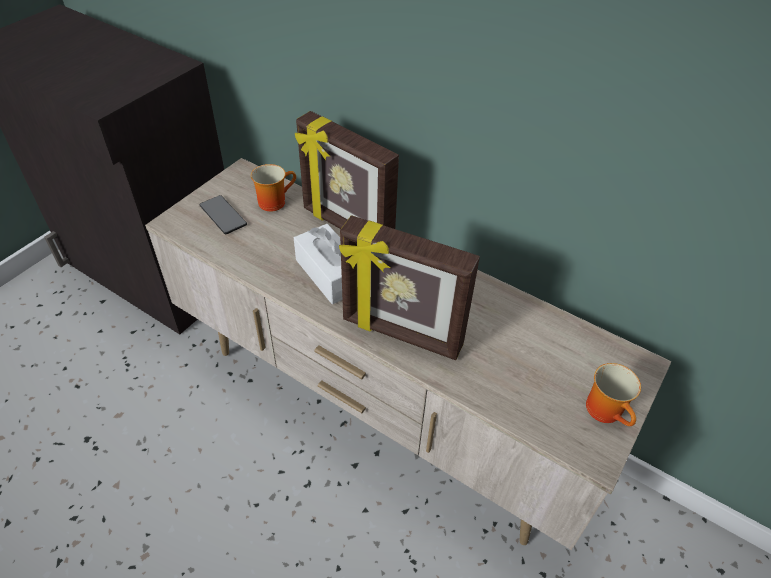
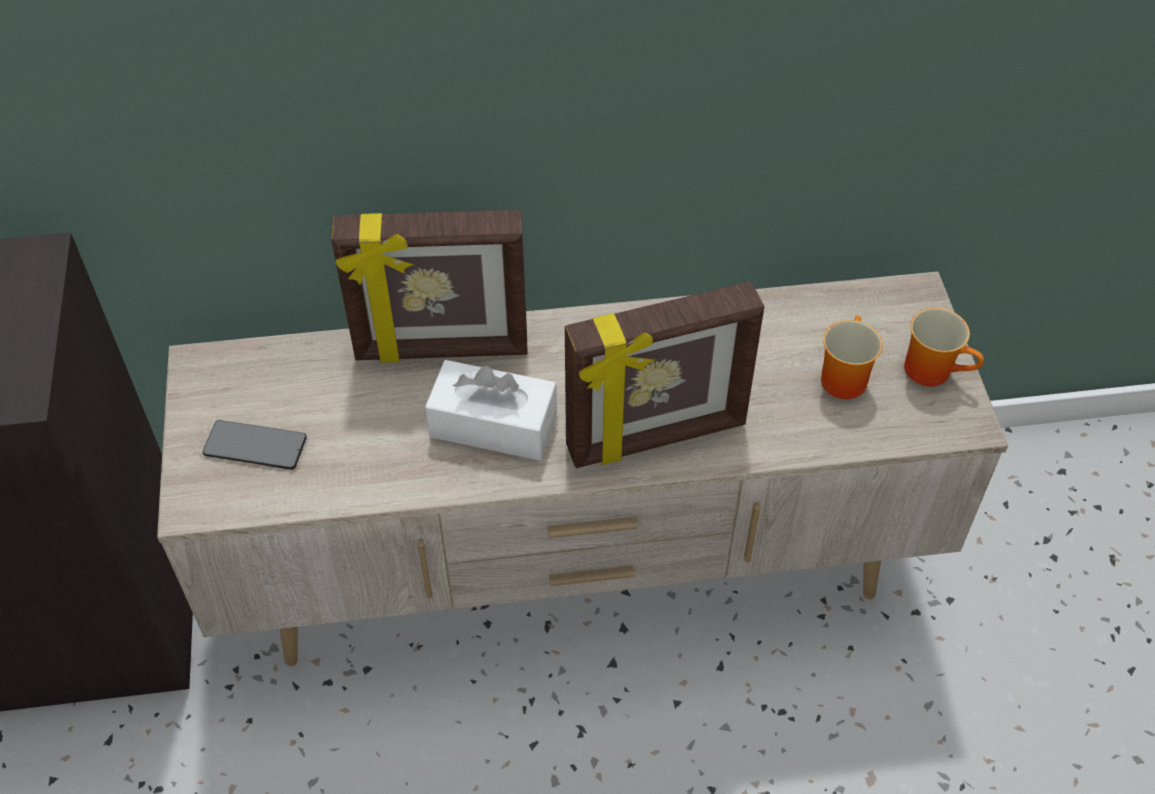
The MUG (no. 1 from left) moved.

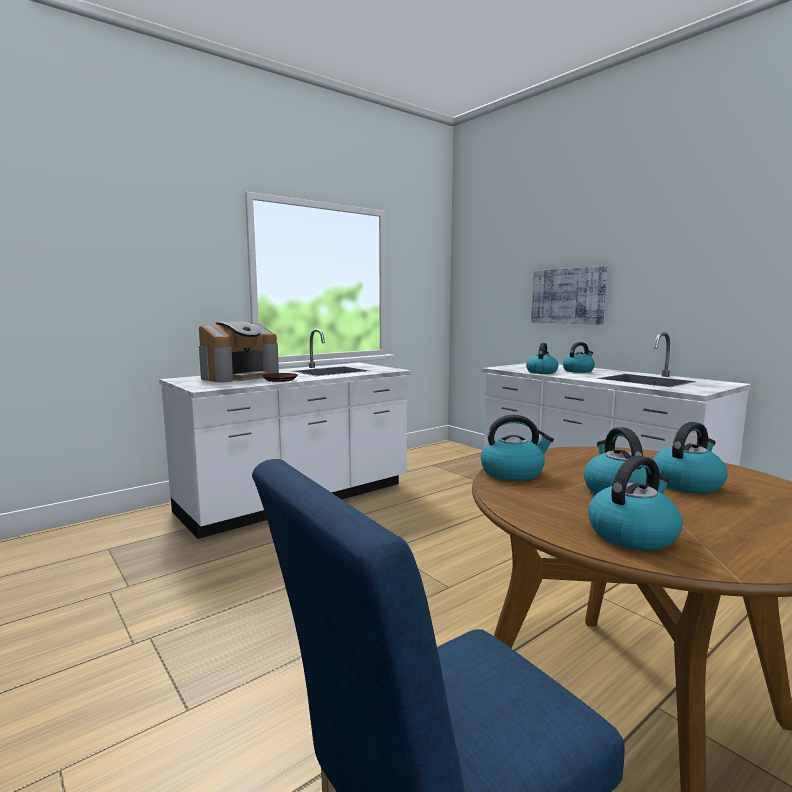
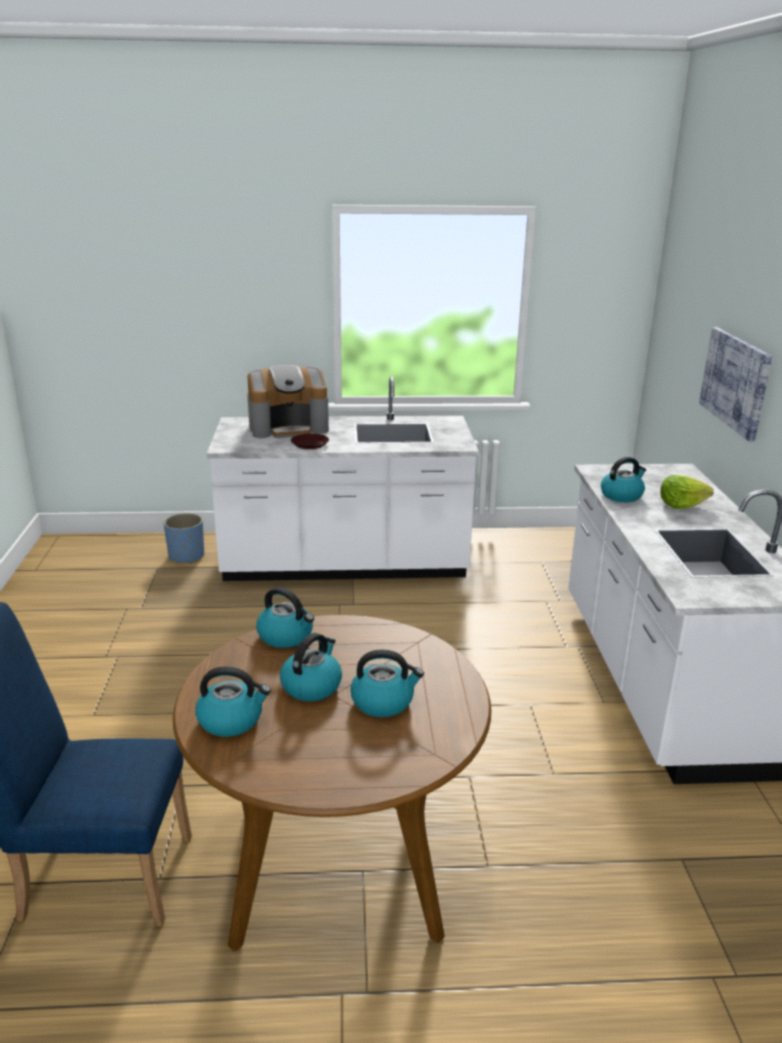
The KETTLE (no. 3 from left) was replaced by the LETTUCE.
The BLUE PLANTER appeared.

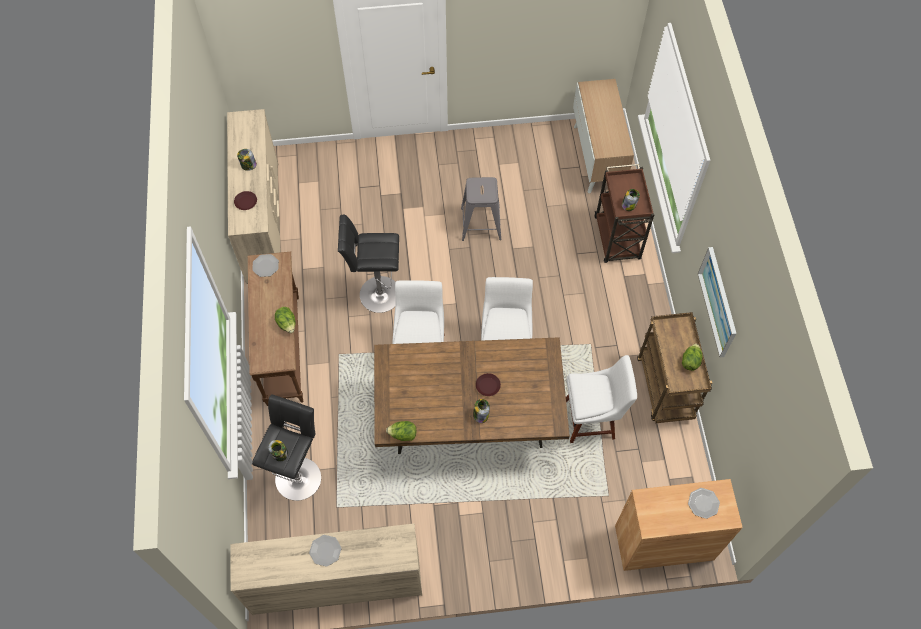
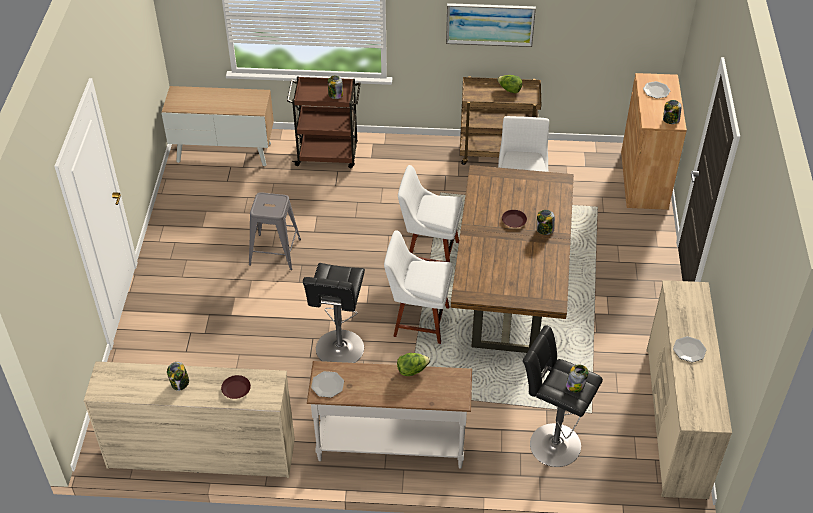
The BROWN CONSOLE TABLE became the WHITE CONSOLE TABLE.
The LETTUCE (no. 2 from left) disappeared.
The JAR (no. 5 from left) appeared.

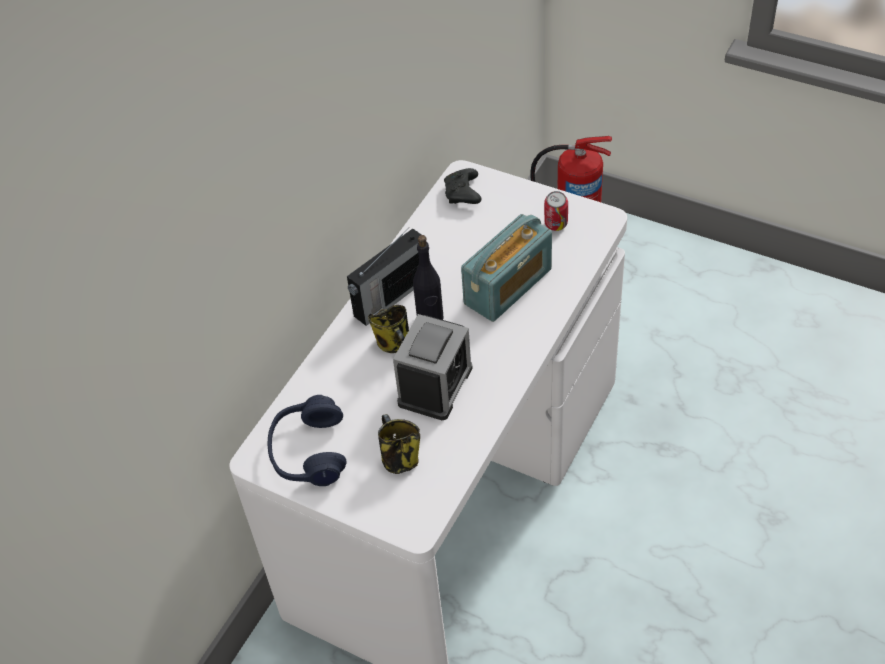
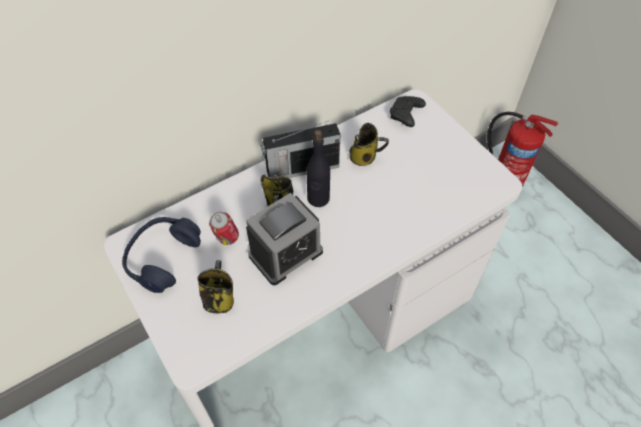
The CAN moved.
The RADIO (no. 2 from left) disappeared.
The MUG (no. 3 from left) appeared.

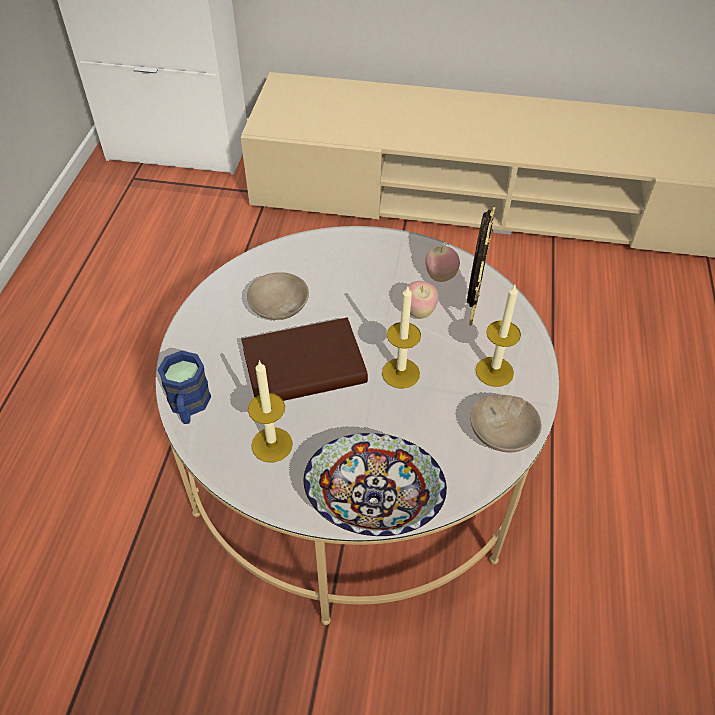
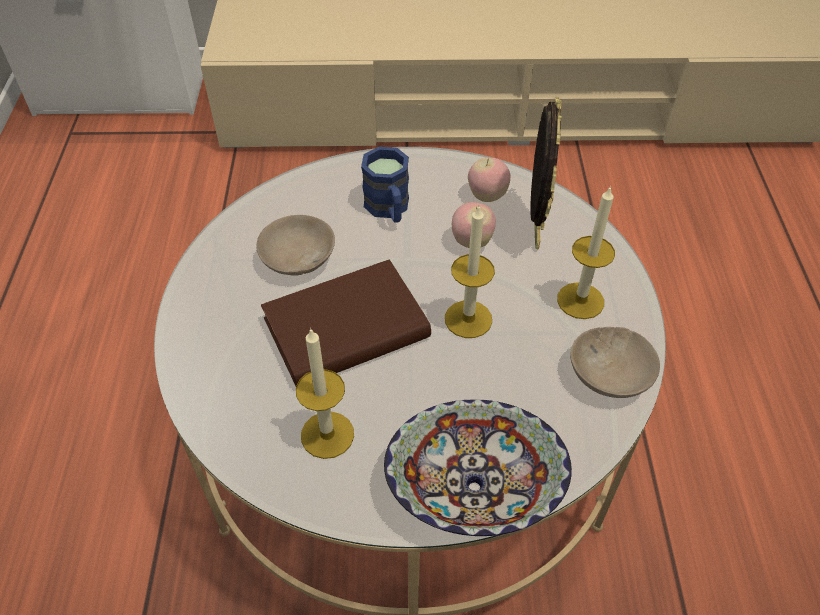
The BLUE MUG moved.

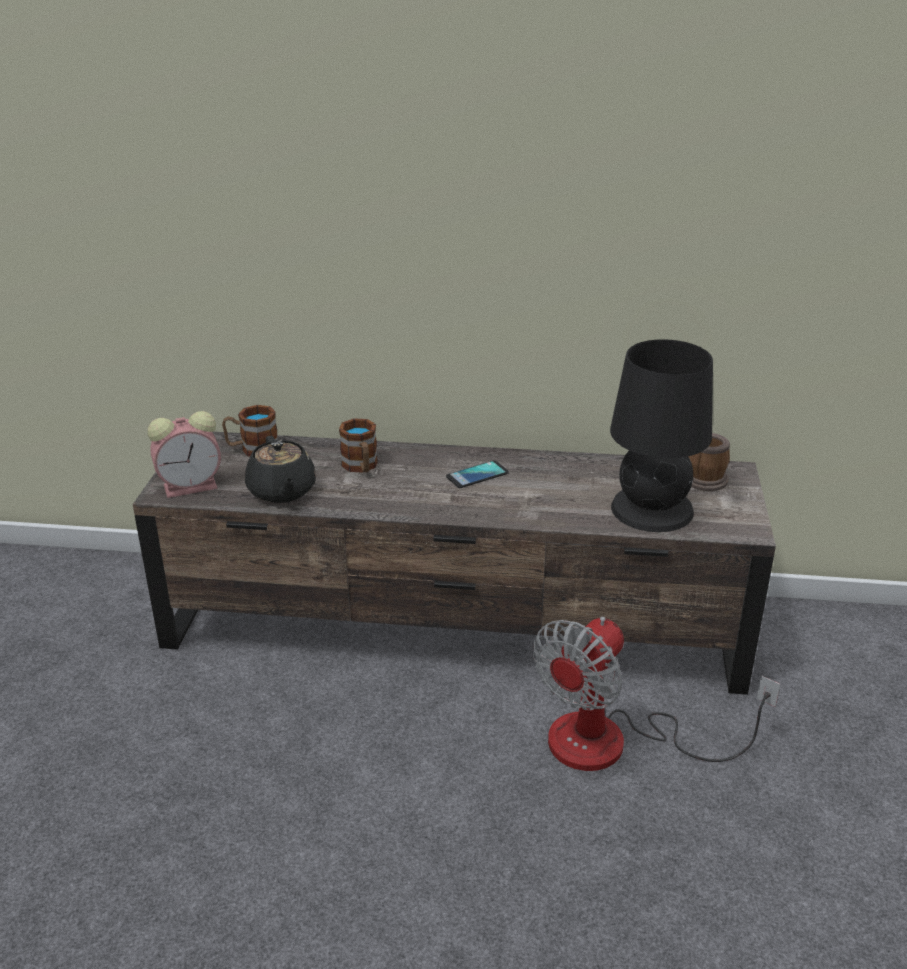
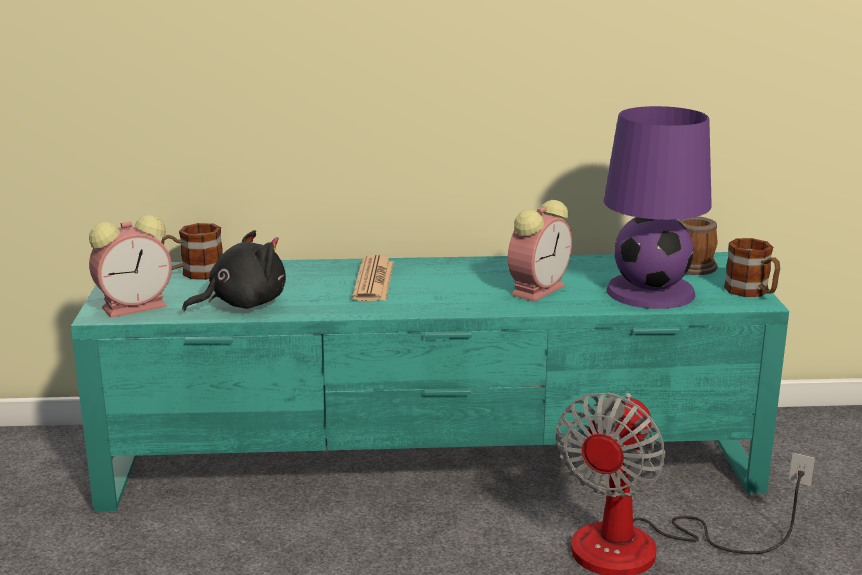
The BLACK TABLE LAMP became the PURPLE TABLE LAMP.
The MUG (no. 2 from left in the first image) moved.
The BROWN TV STAND became the TURQUOISE TV STAND.
The BLACK TEAPOT was replaced by the BLACK PLUSH TOY.
The PHONE disappeared.
The ALARM CLOCK (no. 2 from left) appeared.
The NEWSPAPER appeared.

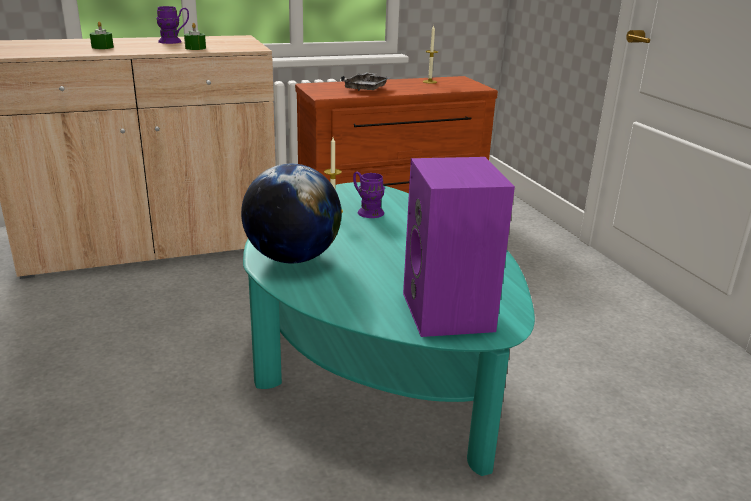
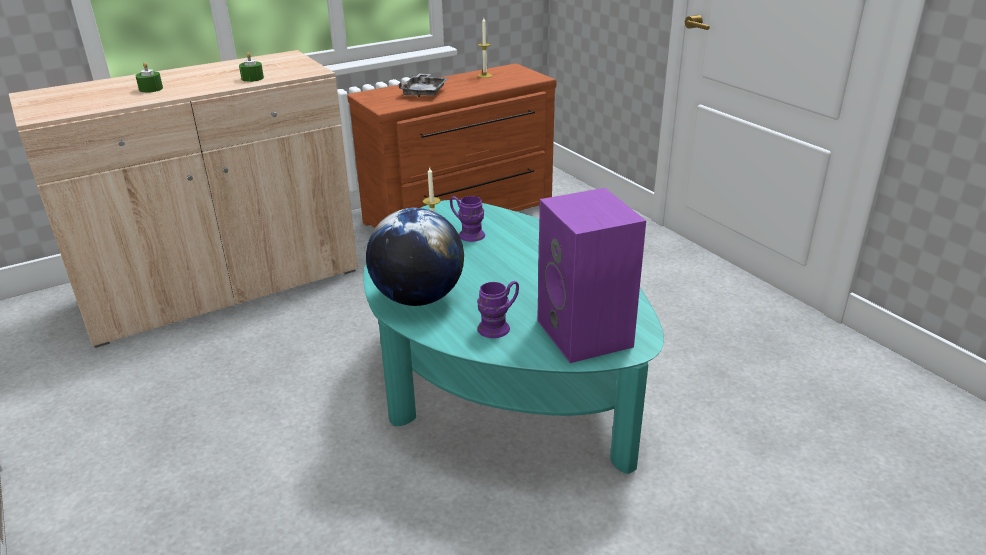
The PURPLE MUG (no. 1 from left in the first image) moved.

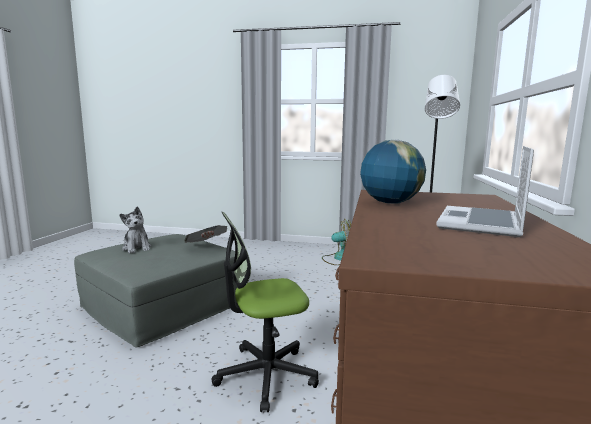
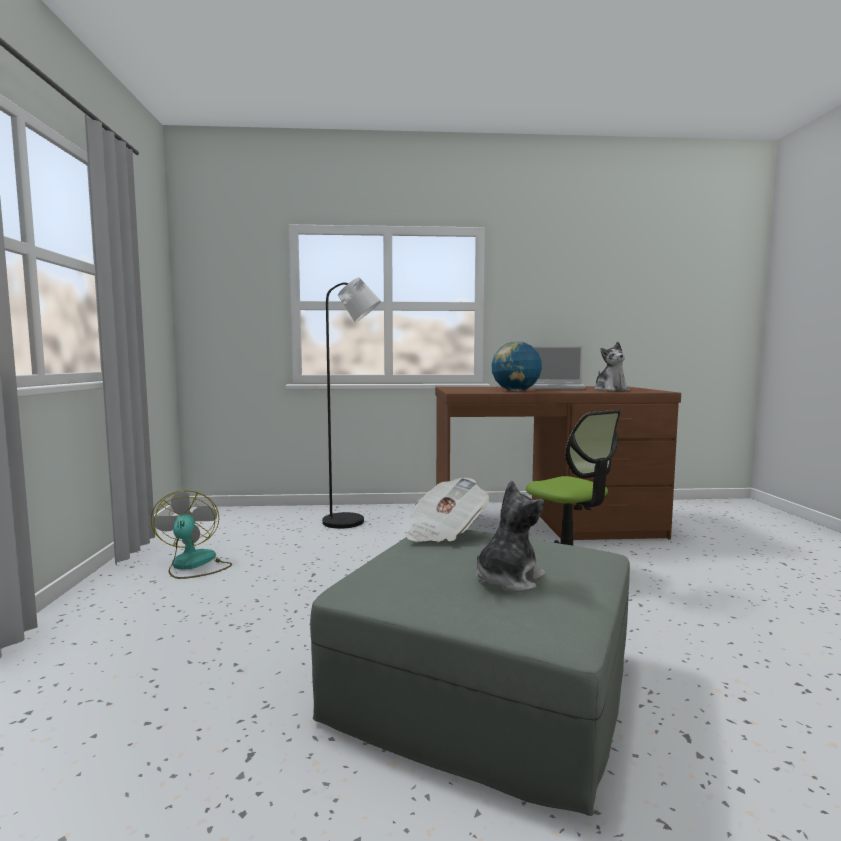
The PLUSH TOY (no. 2 from left) appeared.

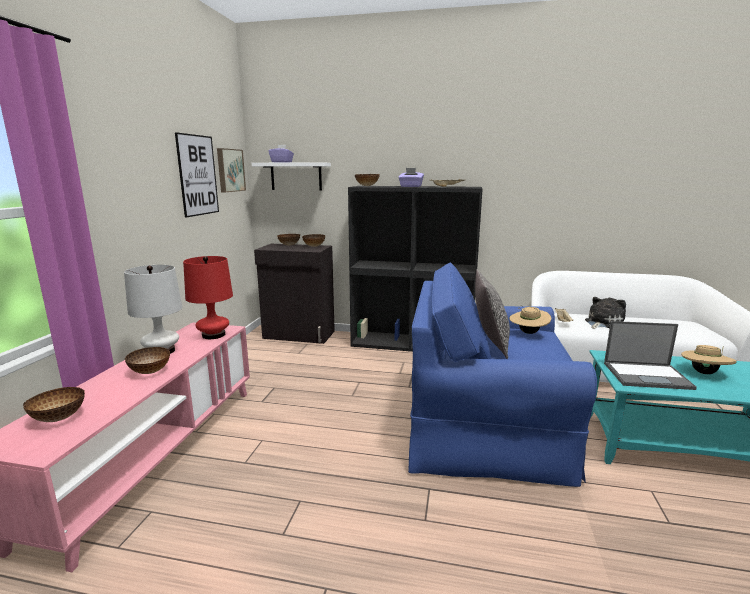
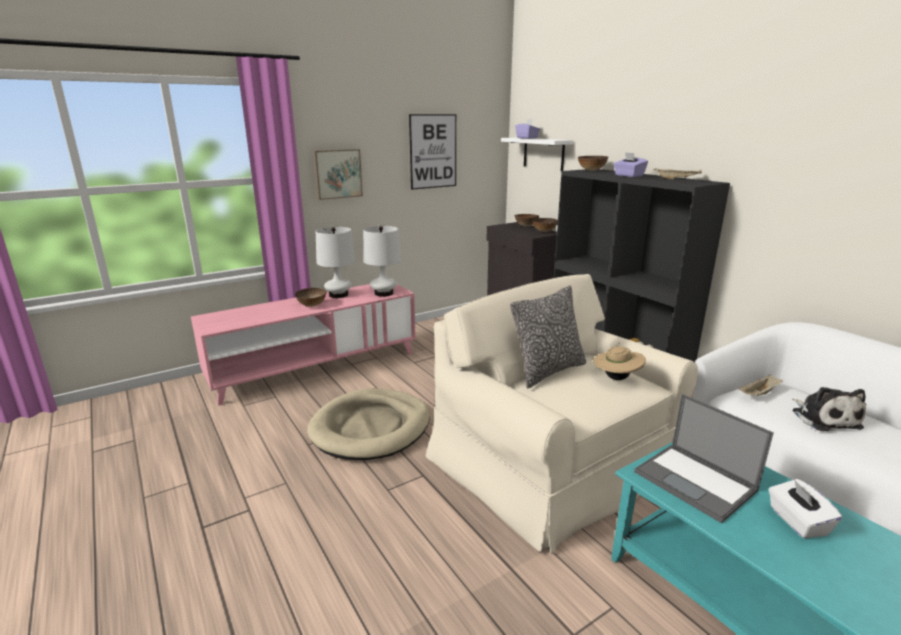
The PICTURE (no. 2 from left in the first image) moved.
The RED TABLE LAMP became the WHITE TABLE LAMP (no. 2 from left).
The BLUE ARMCHAIR became the BEIGE ARMCHAIR.
The PLUSH TOY turned 75 degrees clockwise.
The BEIGE HAT (no. 2 from left) was replaced by the WHITE TISSUE BOX.
The BOWL (no. 1 from left) disappeared.
The BEIGE DOG BED appeared.

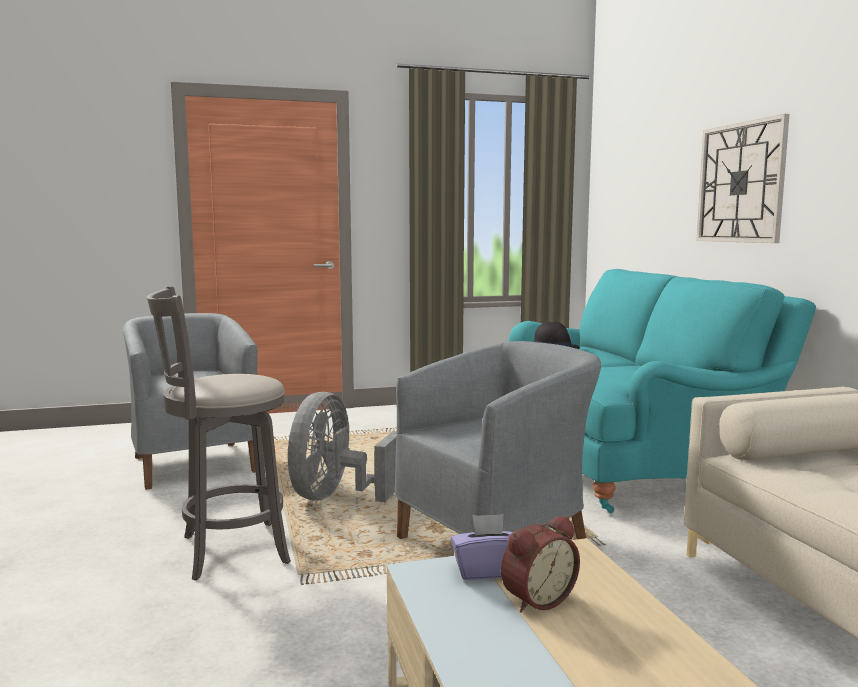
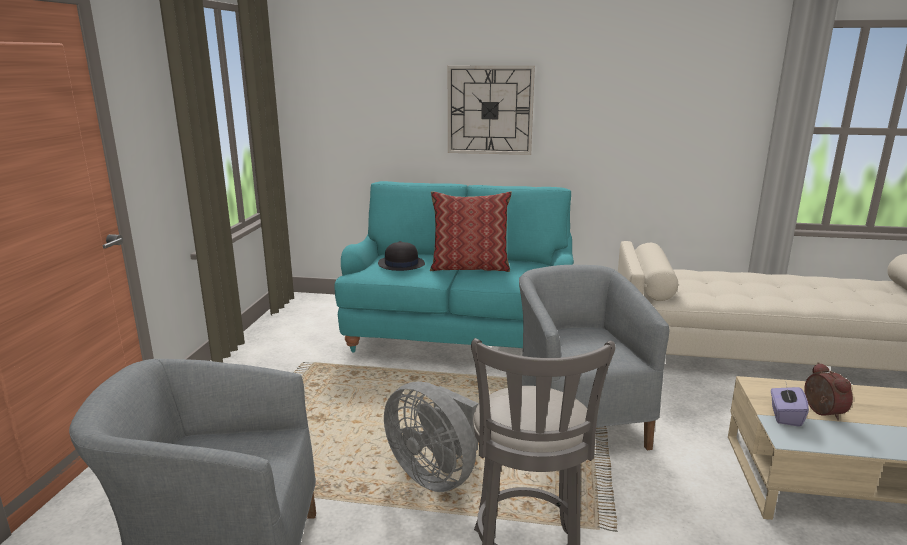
The PILLOW appeared.

